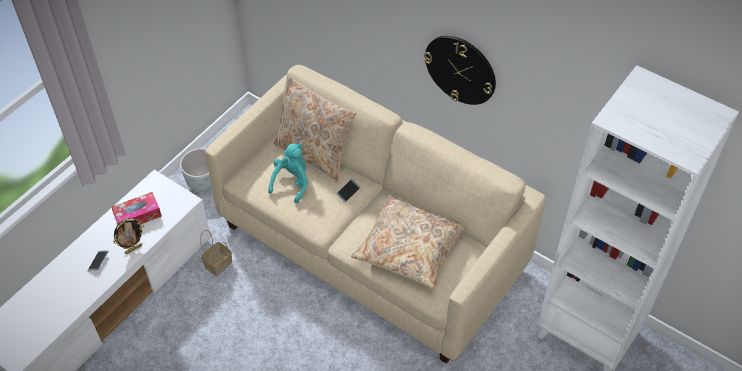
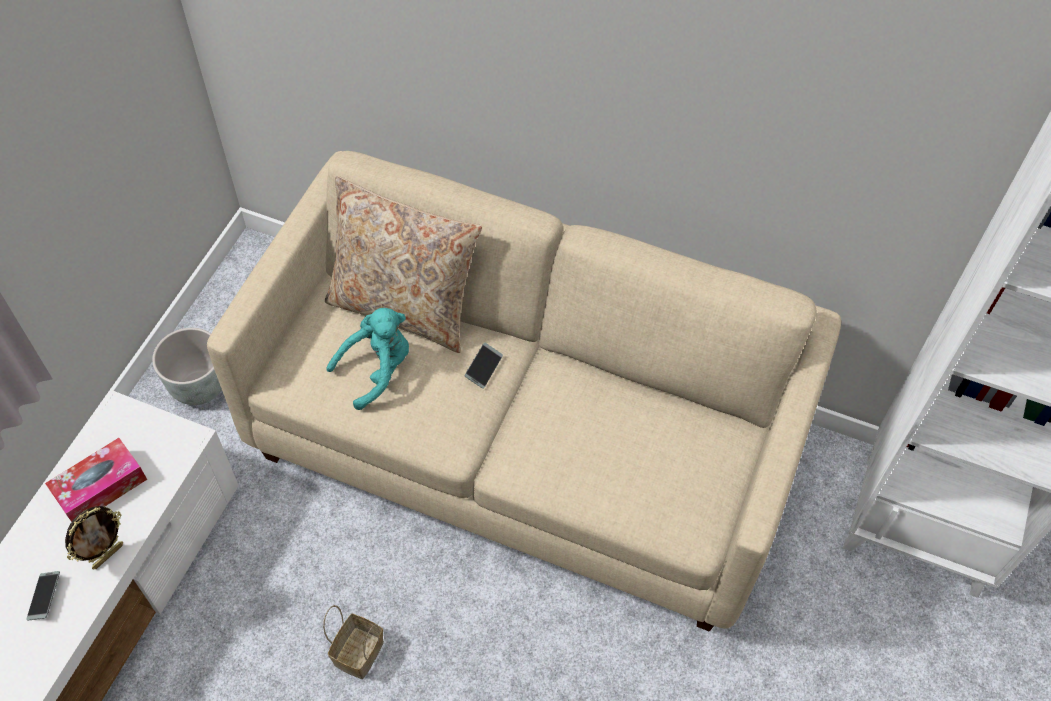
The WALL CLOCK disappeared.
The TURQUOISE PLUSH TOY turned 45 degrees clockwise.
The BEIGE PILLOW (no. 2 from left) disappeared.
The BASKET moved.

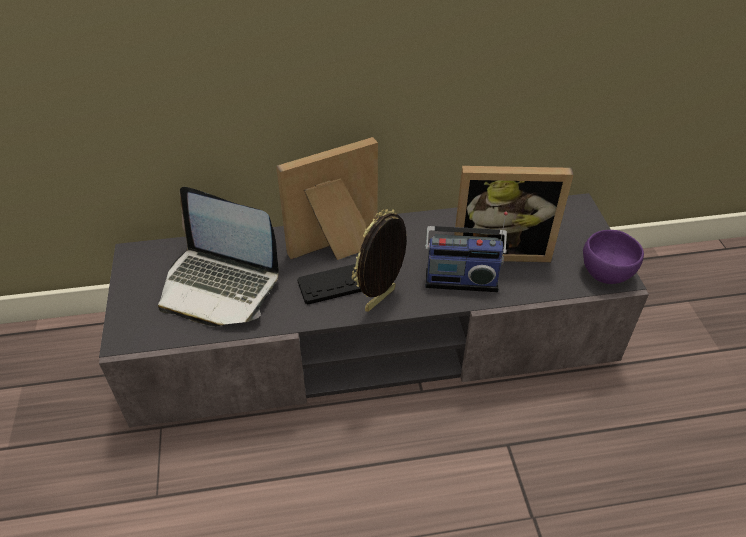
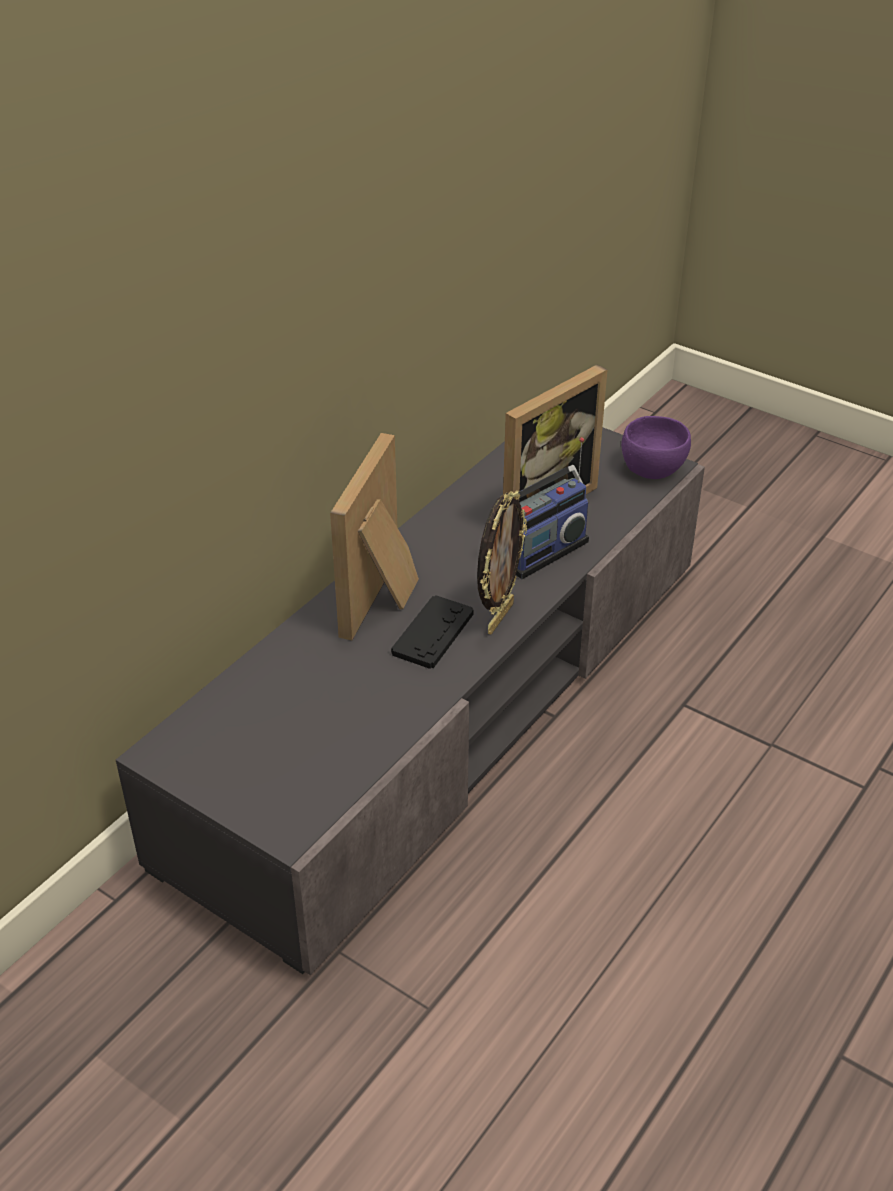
The LAPTOP disappeared.
The PICTURE FRAME (no. 2 from left) turned 150 degrees counterclockwise.

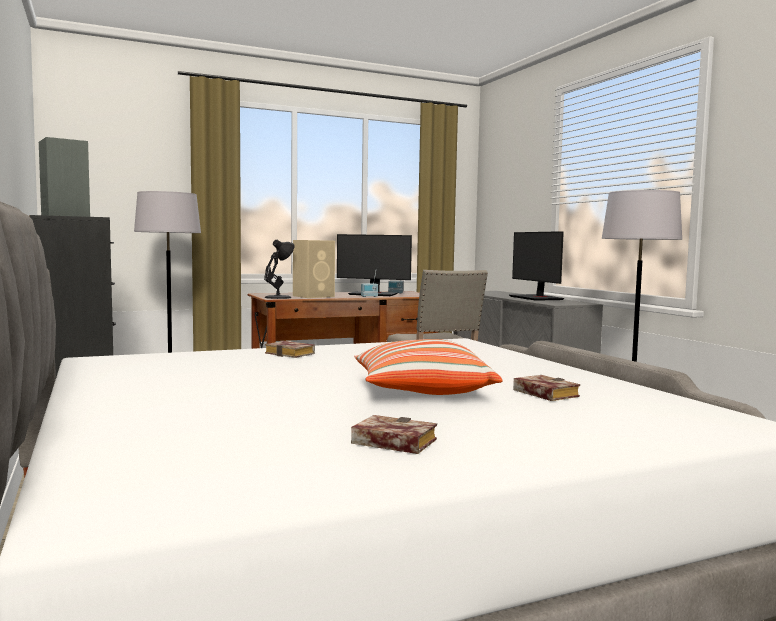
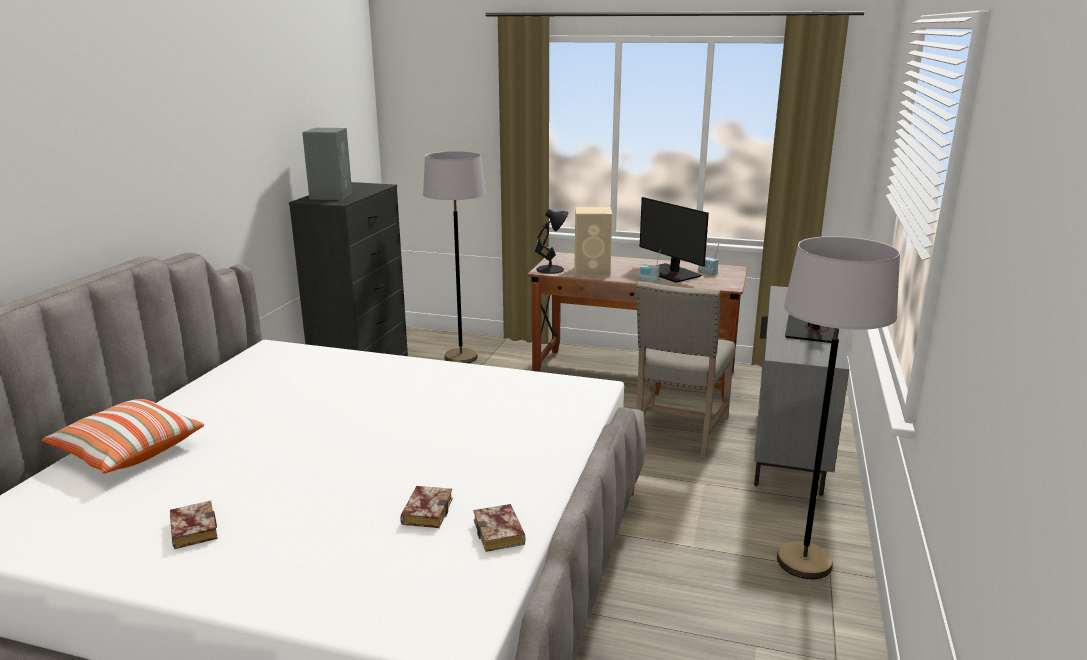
The PILLOW moved.
The BOOK (no. 1 from left in the first image) moved.

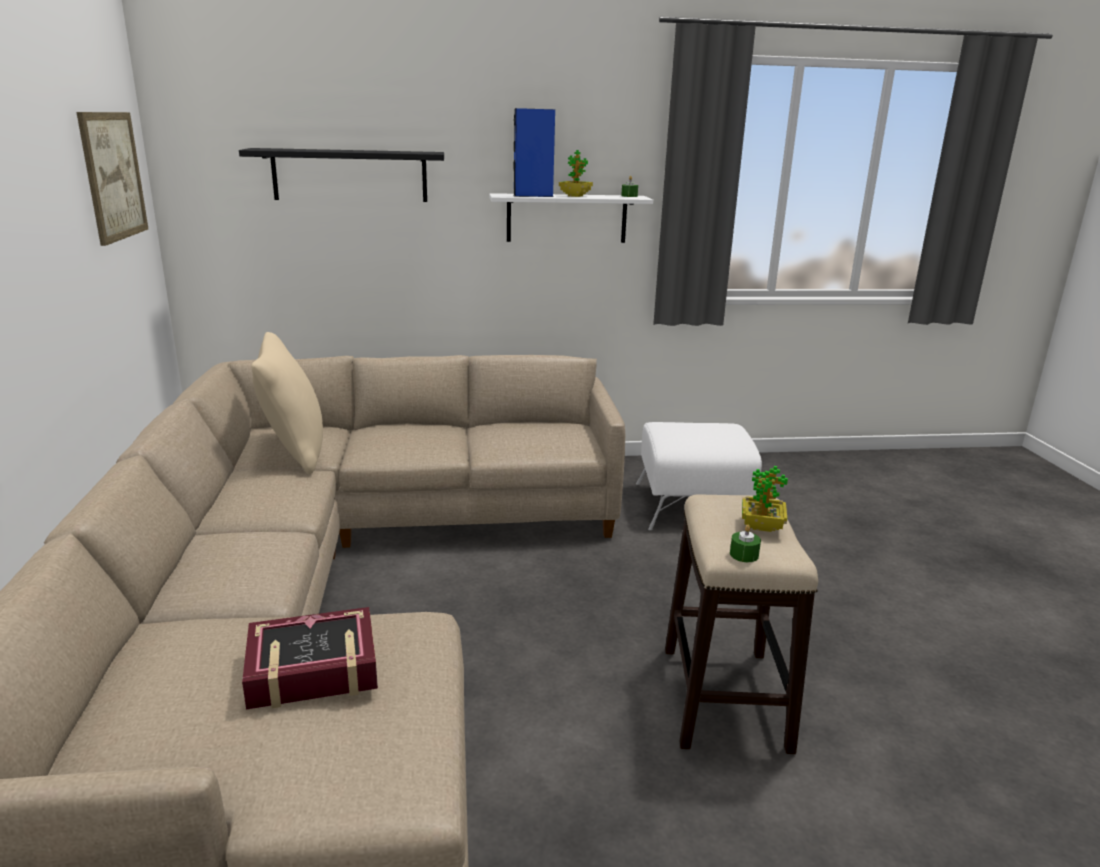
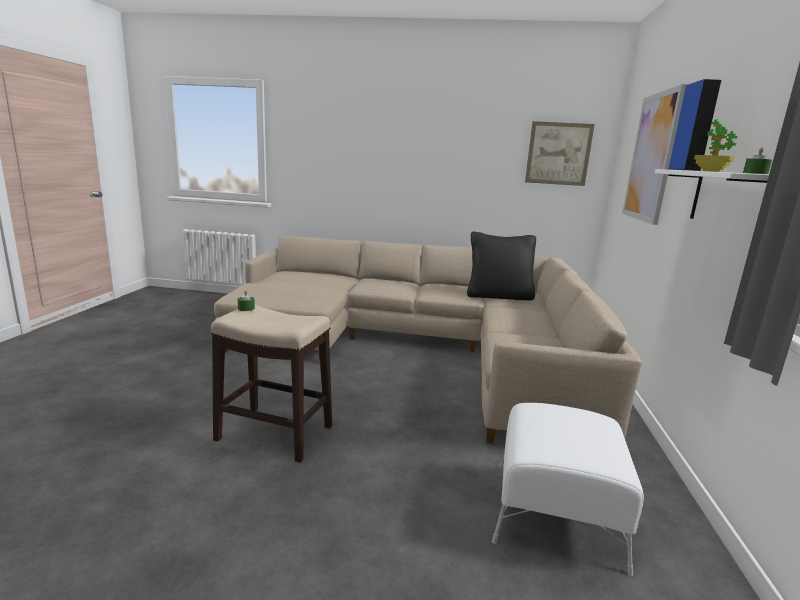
The BLACK SHELF was replaced by the PICTURE (no. 2 from left).
The BEIGE PILLOW became the BLACK PILLOW.
The POTTED PLANT (no. 2 from left) disappeared.
The BOOK disappeared.

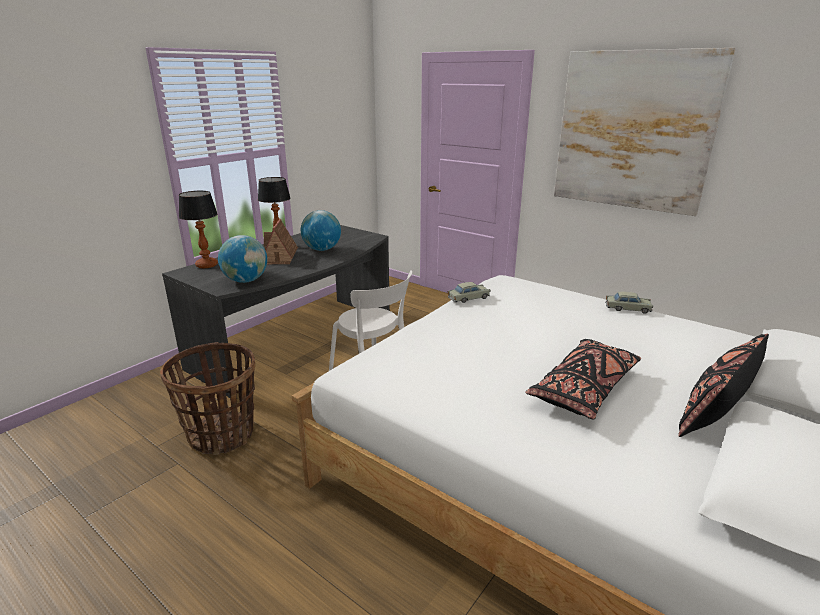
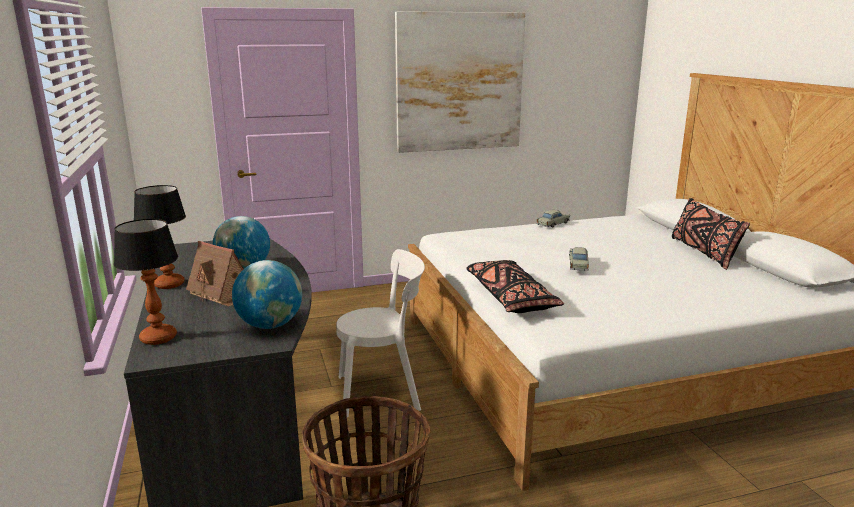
The BEIGE TOY CAR (no. 1 from left in the first image) moved.
The BLACK PILLOW (no. 1 from left) moved.

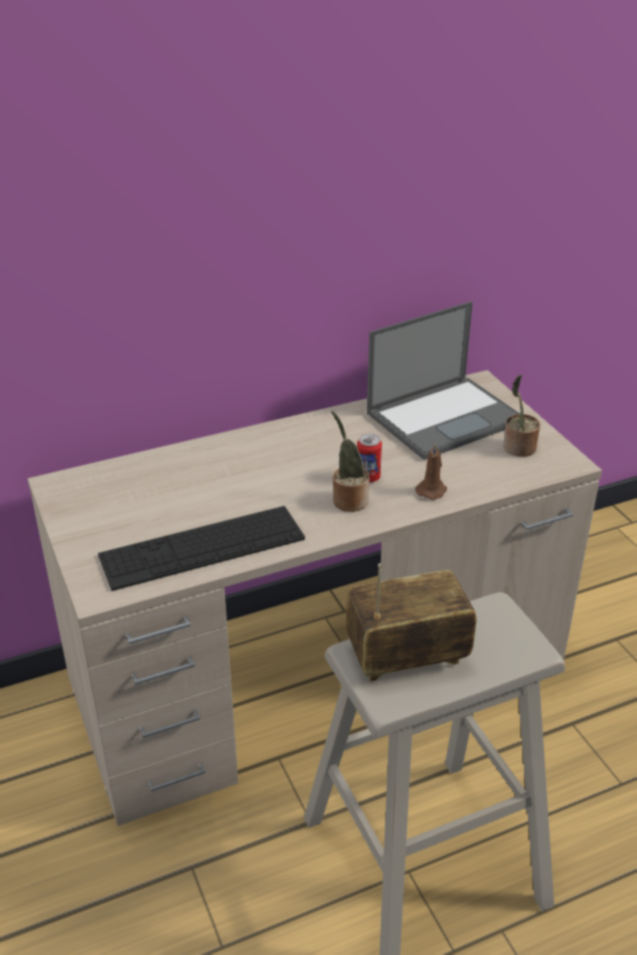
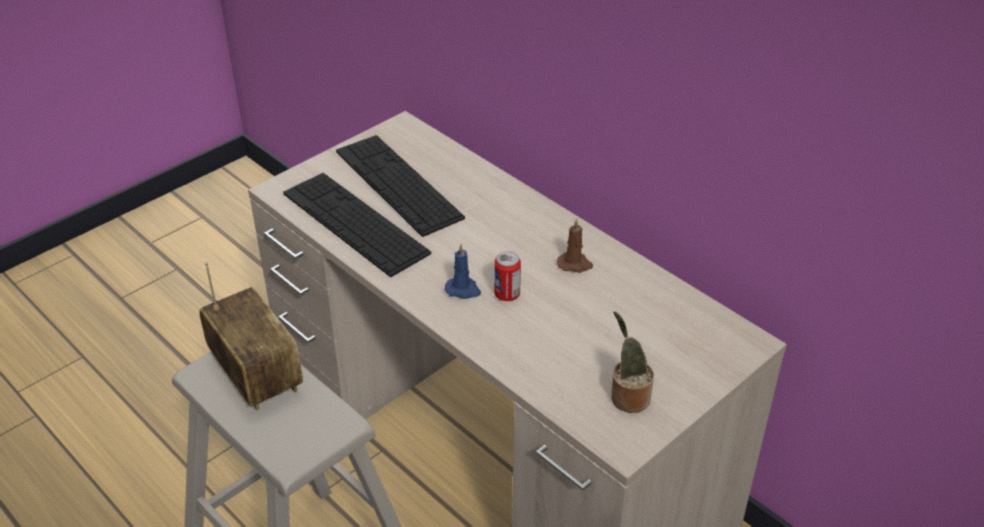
The LAPTOP disappeared.
The POTTED PLANT (no. 1 from left) was replaced by the BLUE CANDLE.
The BROWN CANDLE moved.
The KEYBOARD (no. 2 from left) appeared.

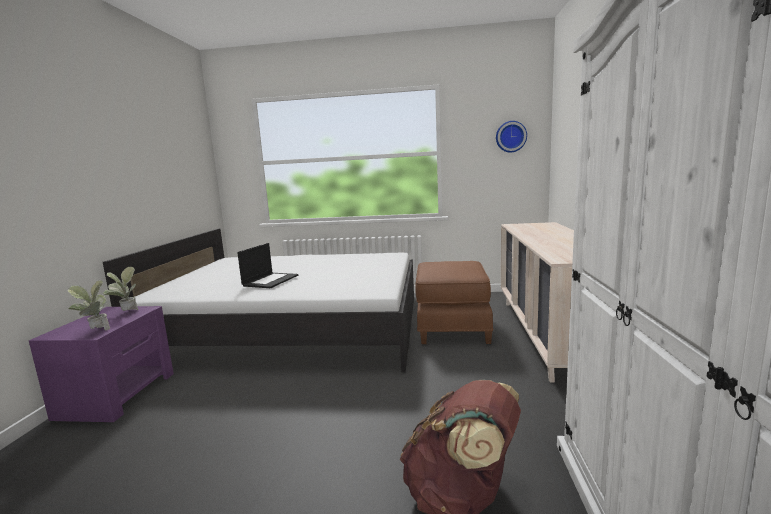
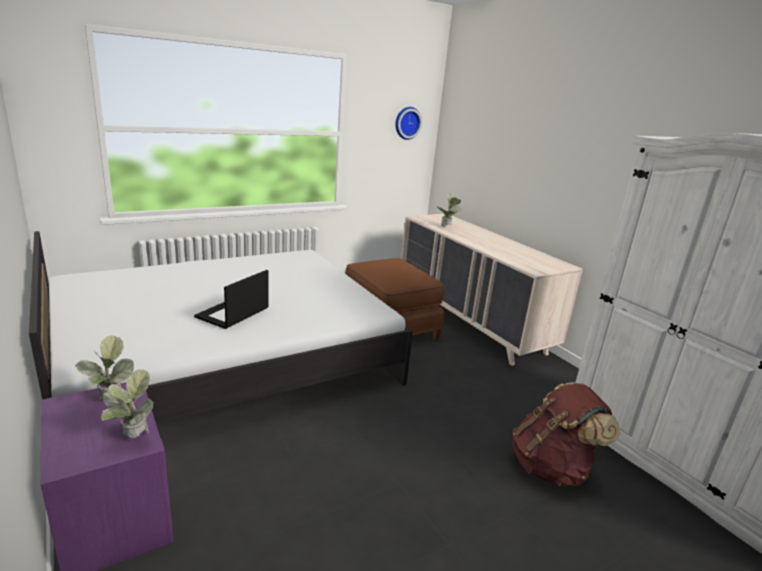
The LAPTOP turned 135 degrees counterclockwise.
The POTTED PLANT (no. 3 from left) appeared.

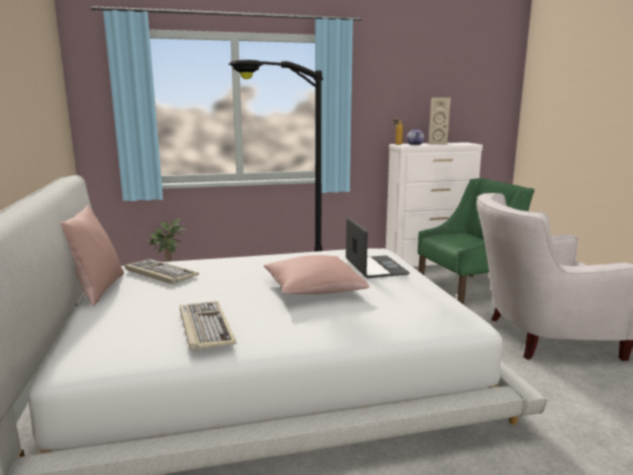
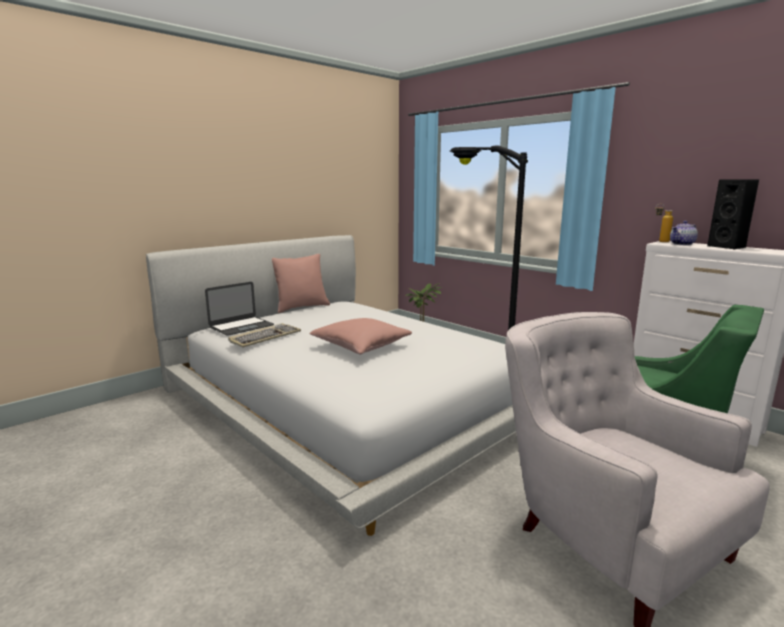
The BEIGE SPEAKER became the BLACK SPEAKER.
The LAPTOP moved.
The KEYBOARD (no. 1 from left) disappeared.

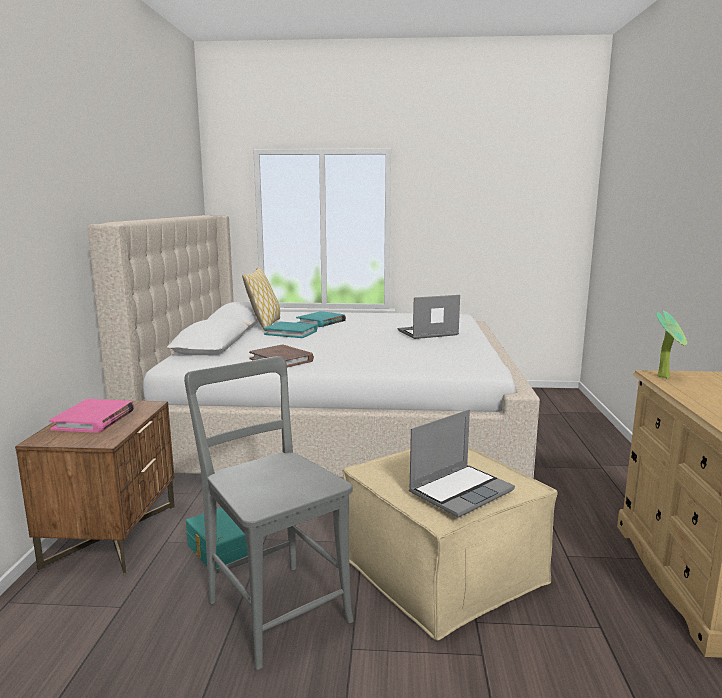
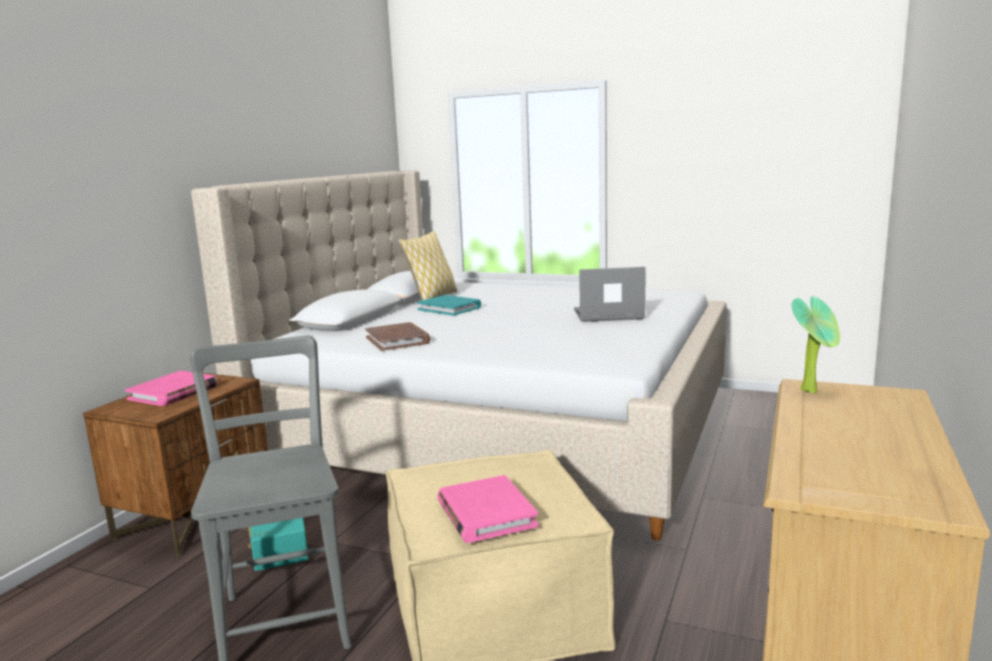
The TURQUOISE BOOK (no. 2 from left) disappeared.
The LAPTOP (no. 2 from left) was replaced by the PINK BOOK (no. 2 from left).

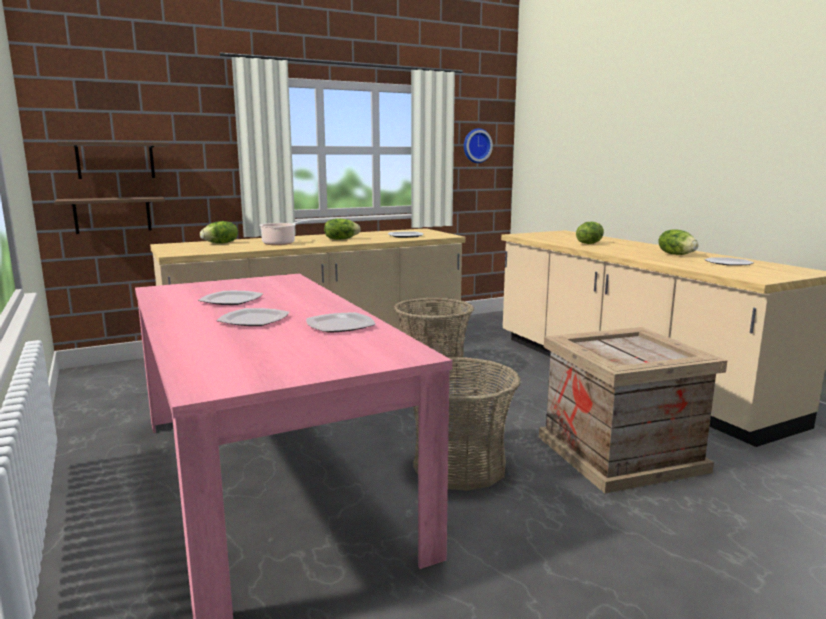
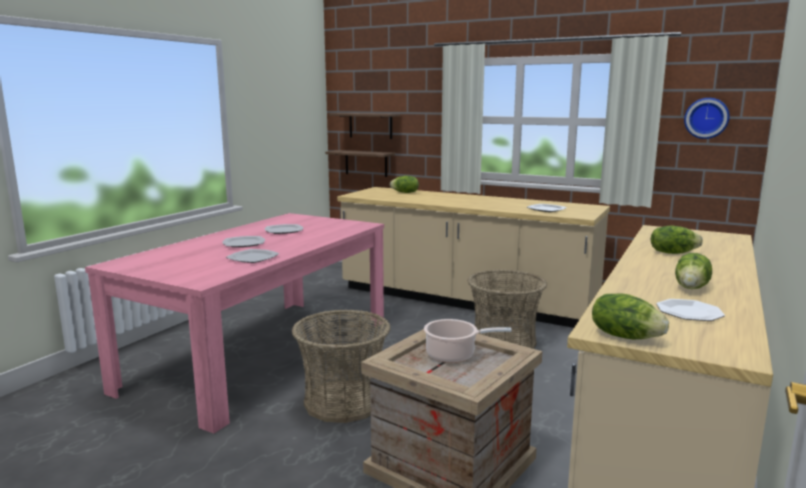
The LETTUCE (no. 2 from left) moved.
The COOKING POT moved.

